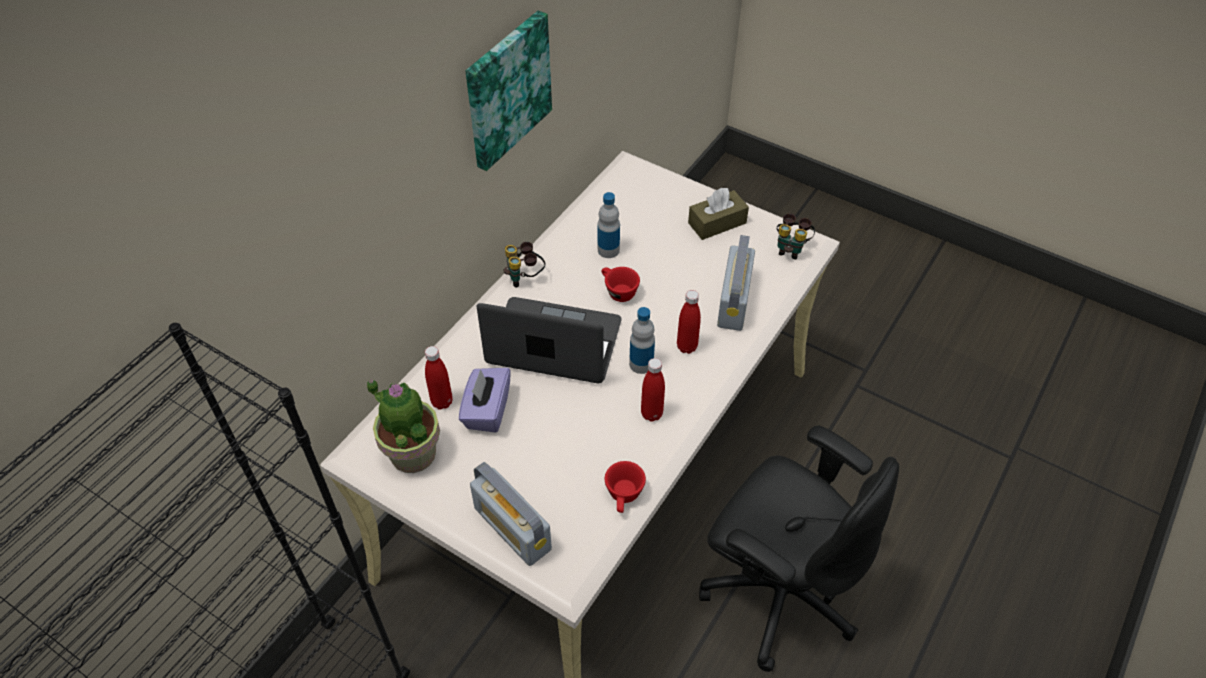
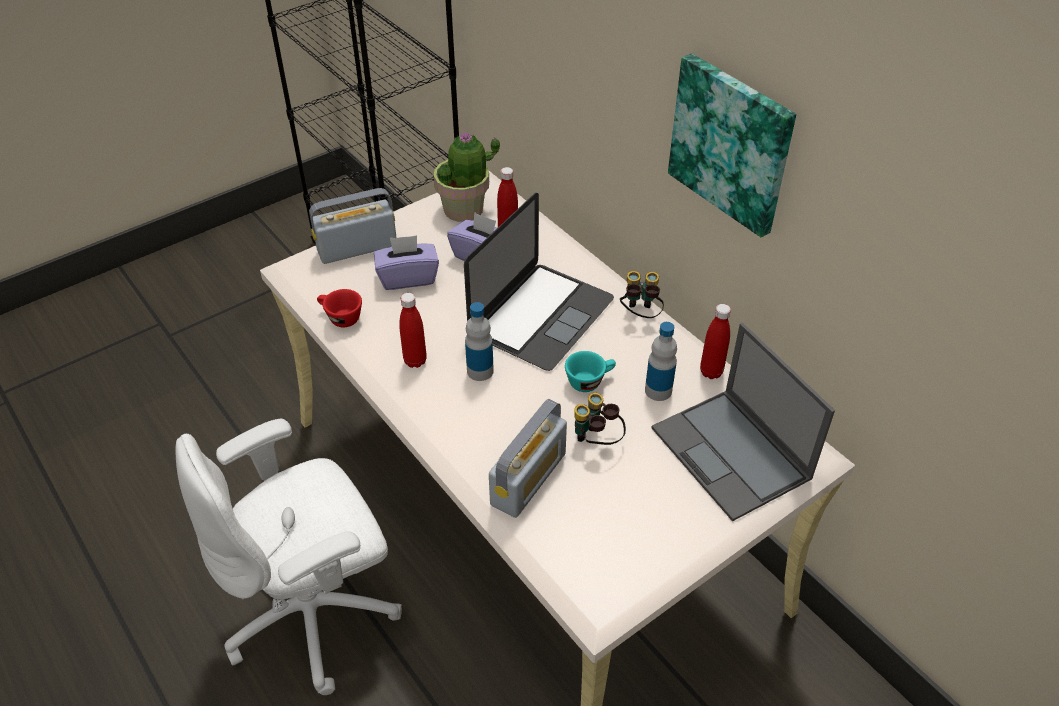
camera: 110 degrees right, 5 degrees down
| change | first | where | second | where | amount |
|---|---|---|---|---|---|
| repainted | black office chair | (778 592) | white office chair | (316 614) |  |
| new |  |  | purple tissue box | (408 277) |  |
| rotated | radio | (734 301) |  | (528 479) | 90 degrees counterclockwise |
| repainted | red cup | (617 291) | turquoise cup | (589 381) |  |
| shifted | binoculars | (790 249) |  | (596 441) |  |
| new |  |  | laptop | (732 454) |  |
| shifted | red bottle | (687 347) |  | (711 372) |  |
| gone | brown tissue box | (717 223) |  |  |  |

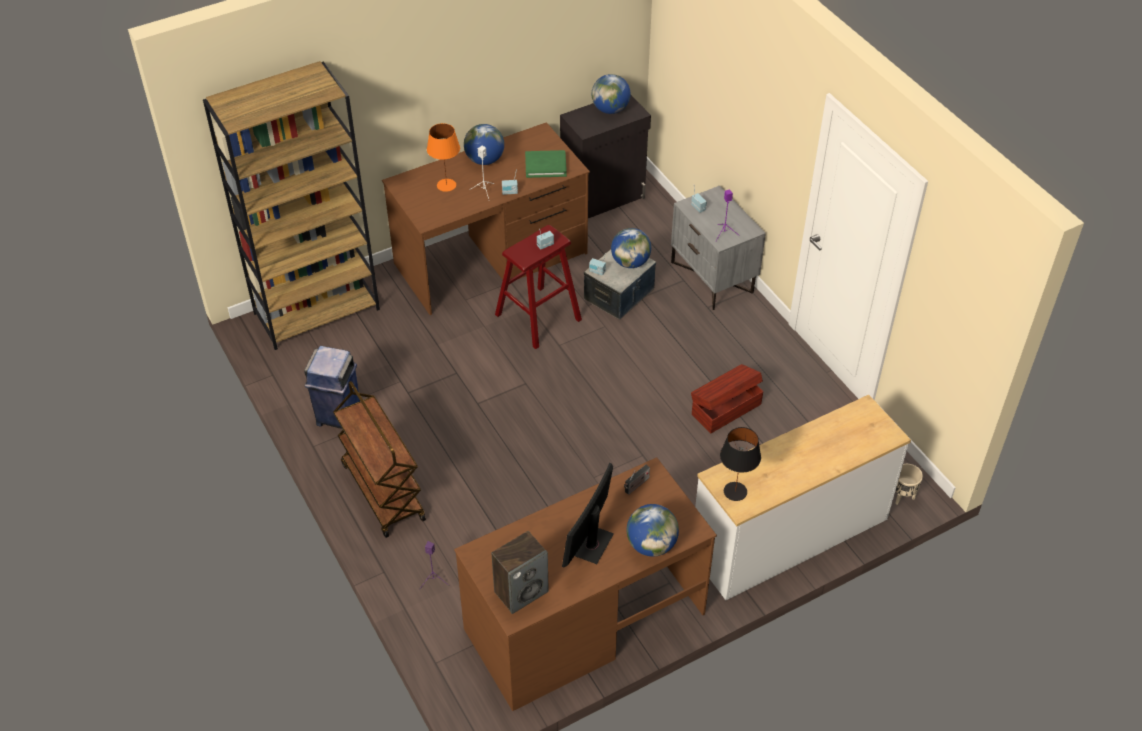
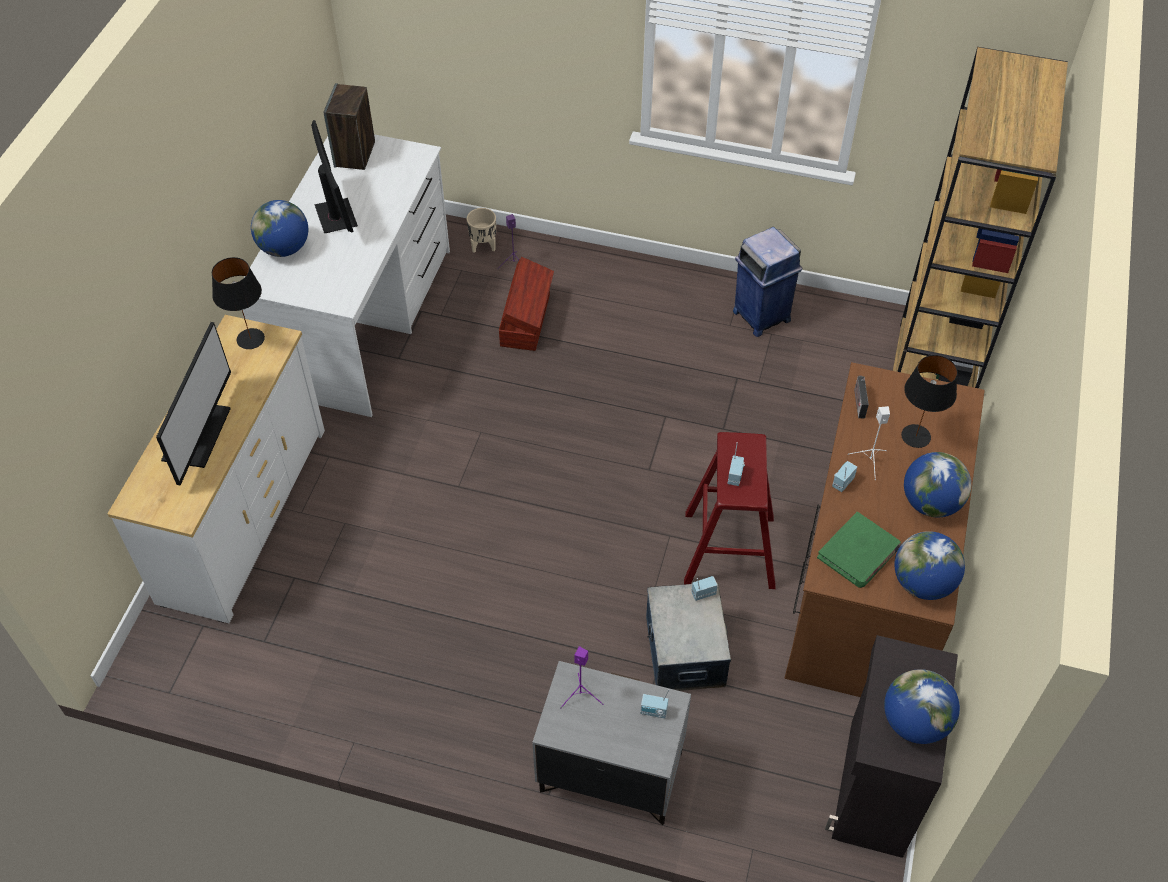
camera: 135 degrees right, 5 degrees up
| change | first | where | second | where | amount |
|---|---|---|---|---|---|
| new |  |  | monitor | (198 434) |  |
| repainted | brown desk | (584 621) | white desk | (363 319) |  |
| shifted | beige planter | (902 497) |  | (483 246) |  |
| shifted | brown storage box | (725 409) |  | (526 319) |  |
| shifted | radio | (636 486) |  | (858 402) |  |
| shifted | globe | (630 262) |  | (922 583) |  |
| repainted | orange table lamp | (446 185) | black table lamp | (915 436) |  |
| gone | brown cart | (382 491) |  |  |  |

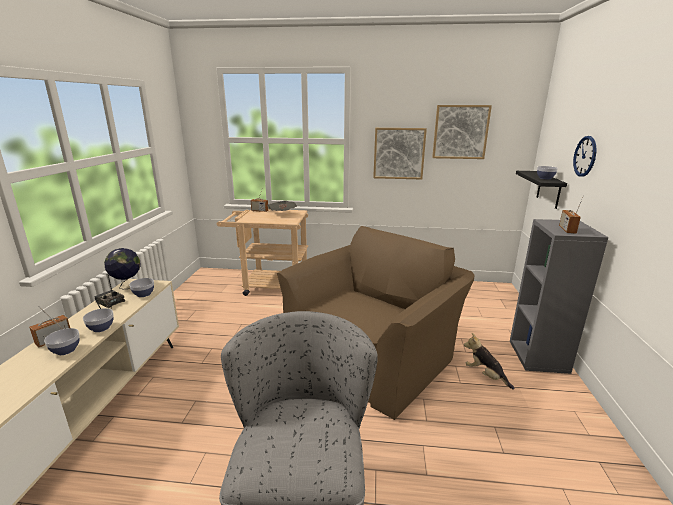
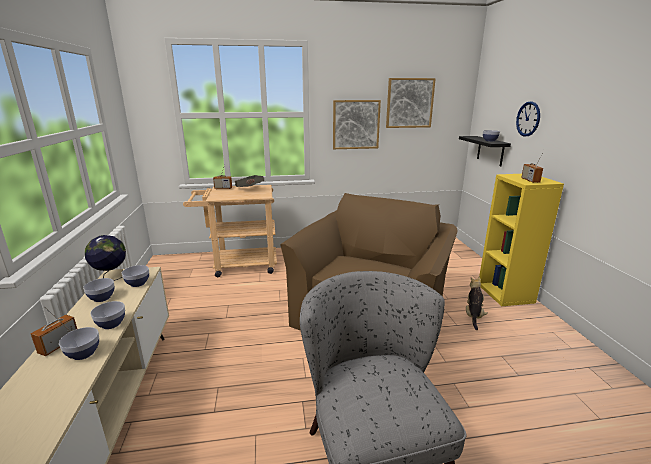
camera: 15 degrees left, 0 degrees up
| change | first | where | second | where | amount |
|---|---|---|---|---|---|
| swapped | radio | (109 303) | bowl | (102 298) |  |
| rotated | plush toy | (485 375) |  | (473 315) | 75 degrees clockwise |
| repainted | grey bookcase | (539 356) | yellow bookcase | (506 293) |  |

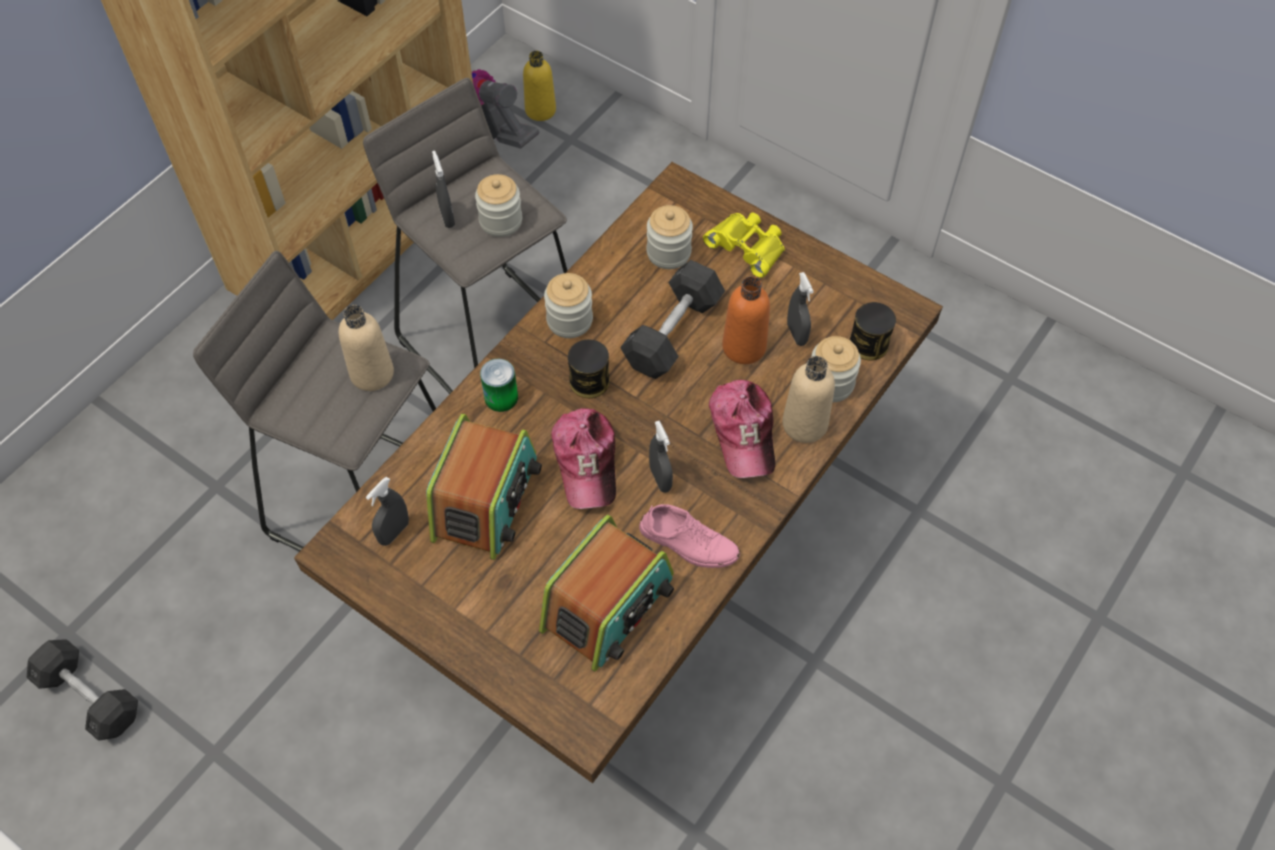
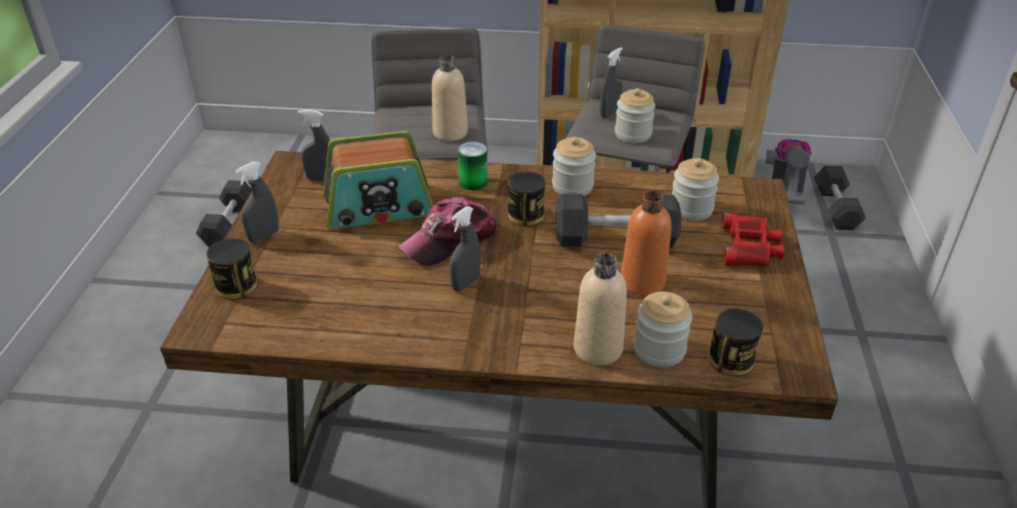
camera: 60 degrees right, 20 degrees down
| change | first | where | second | where | amount |
|---|---|---|---|---|---|
| new |  |  | can | (236 286) |  |
| shifted | grey spray bottle | (796 334) |  | (264 236) |  |
| repainted | yellow binoculars | (748 246) | red binoculars | (750 247) |  |
| swapped | yellow bottle | (540 110) | grey dumbbell | (835 208) |  |
| gone | radio | (608 604) |  |  |  |
| gone | pink shoe | (688 542) |  |  |  |
| gone | cap | (743 432) |  |  |  |

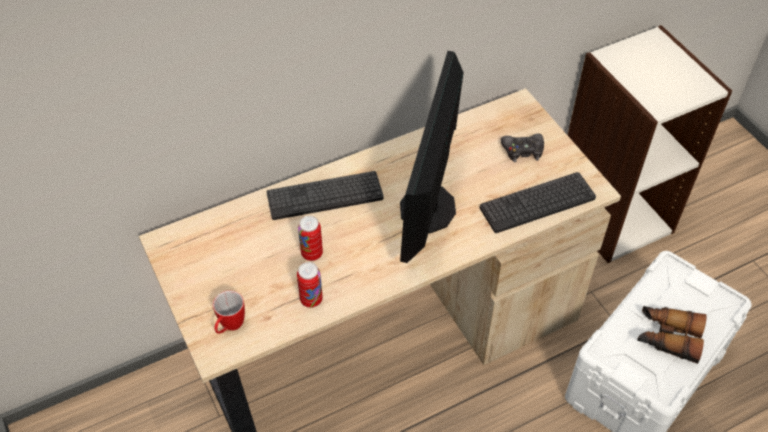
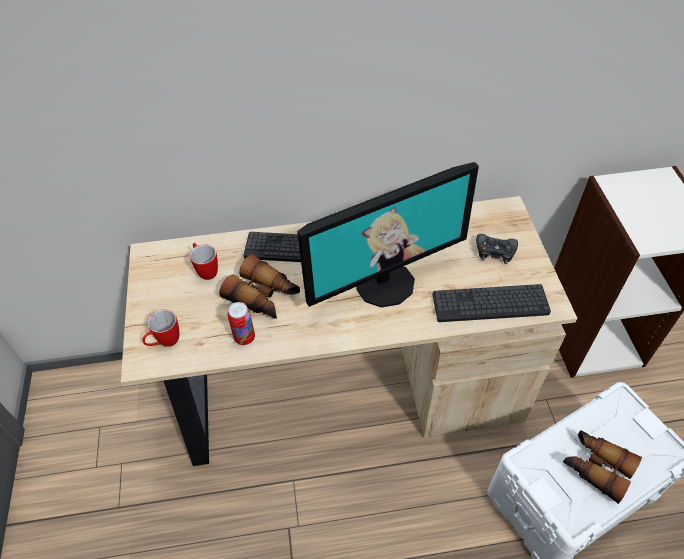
camera: 20 degrees right, 0 degrees up
| change | first | where | second | where | amount |
|---|---|---|---|---|---|
| new |  |  | mug | (206 270) |  |
| swapped | can | (312 253) | binoculars | (264 296) |  |
| rotated | monitor | (429 209) |  | (385 283) | 150 degrees counterclockwise |

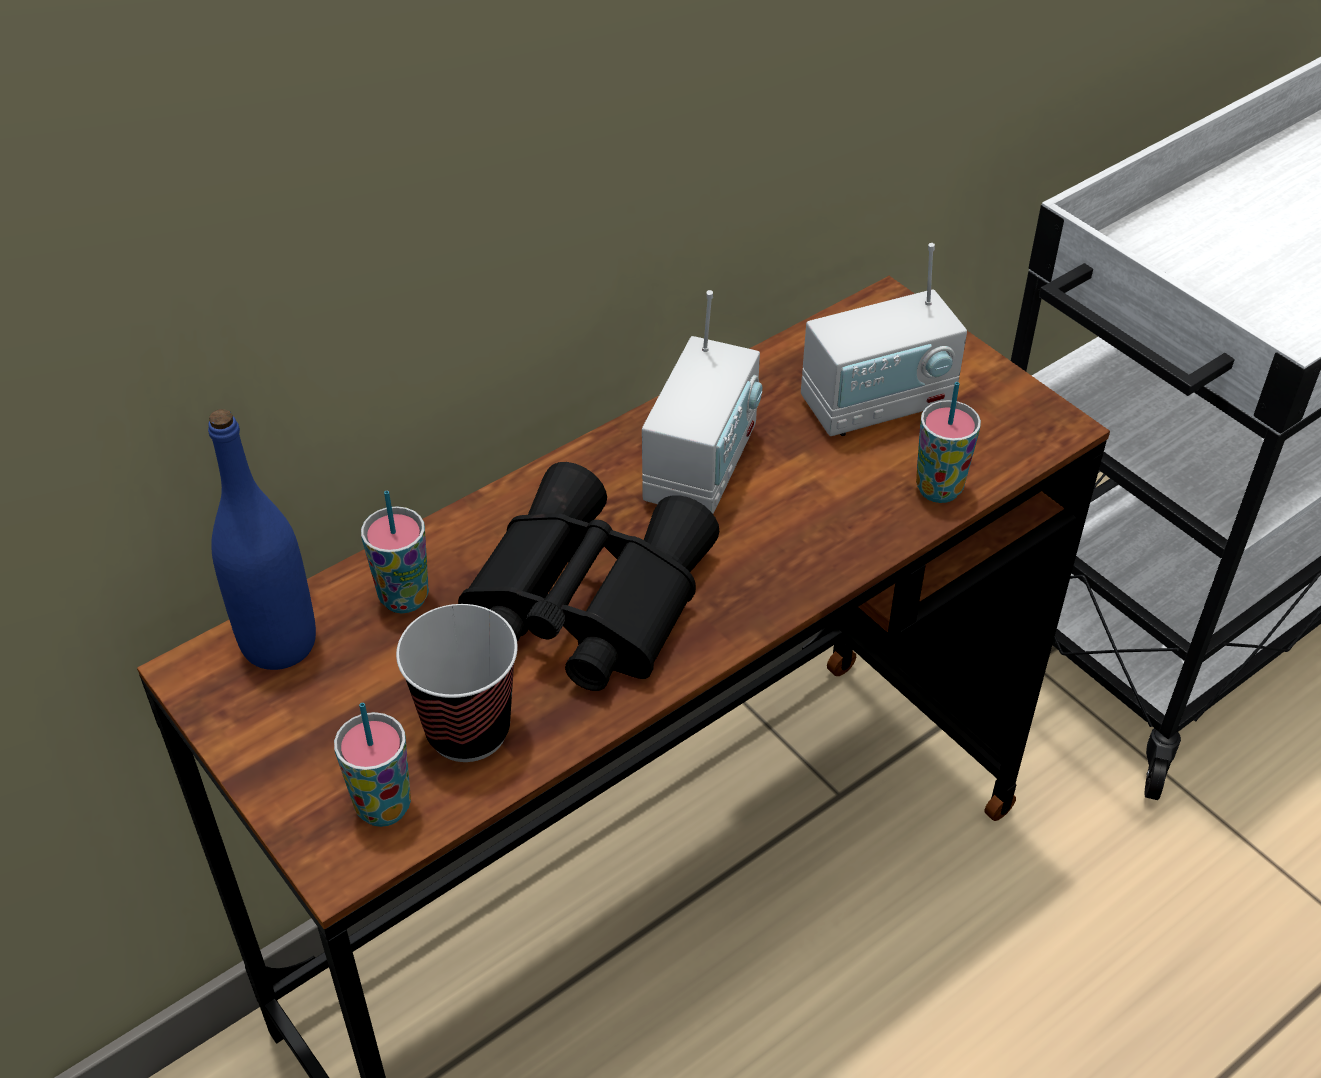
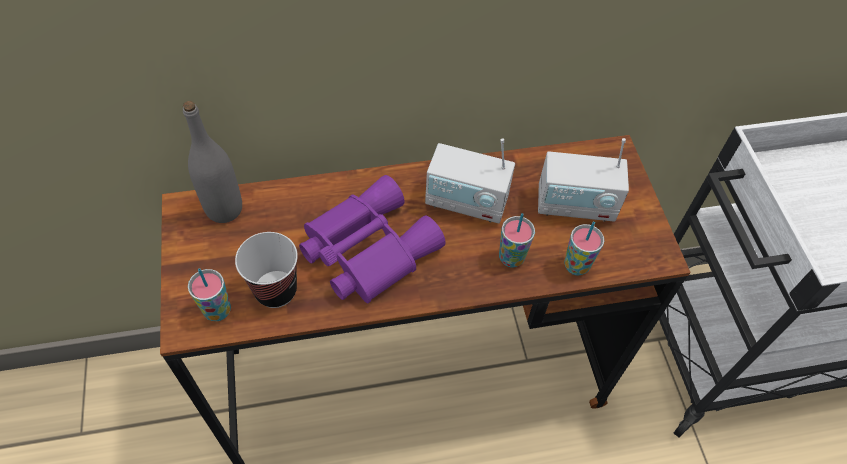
camera: 25 degrees right, 10 degrees up
| change | first | where | second | where | amount |
|---|---|---|---|---|---|
| repainted | blue bottle | (279 643) | grey bottle | (224 209) |  |
| repainted | black binoculars | (581 601) | purple binoculars | (366 248) |  |
| rotated | radio | (702 467) |  | (466 202) | 60 degrees clockwise |
| shifted | cup | (404 598) |  | (511 258) |  |

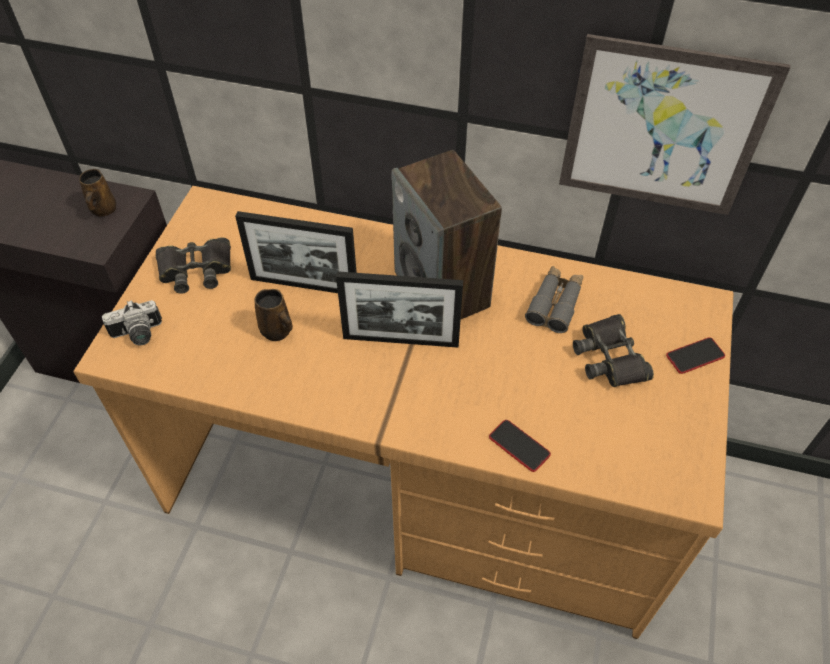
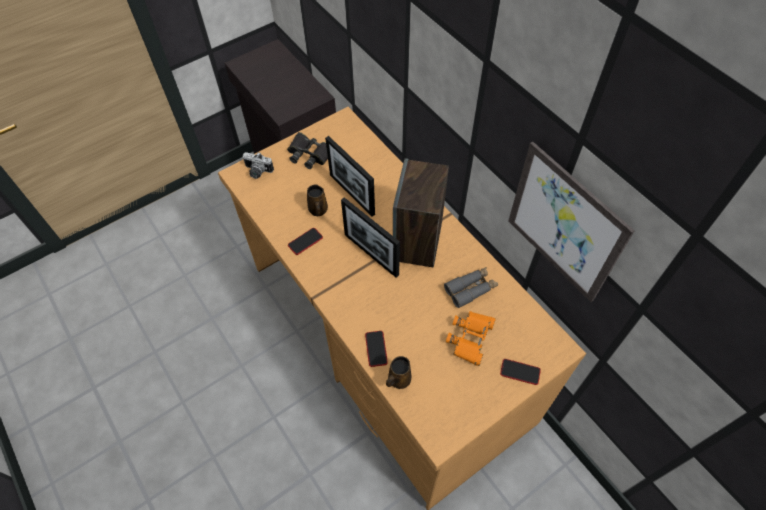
camera: 40 degrees right, 5 degrees up
| change | first | where | second | where | amount |
|---|---|---|---|---|---|
| new |  |  | phone | (305 241) |  |
| shifted | brown mug | (103 210) |  | (398 380) |  |
| repainted | black binoculars | (610 357) | orange binoculars | (470 338) |  |

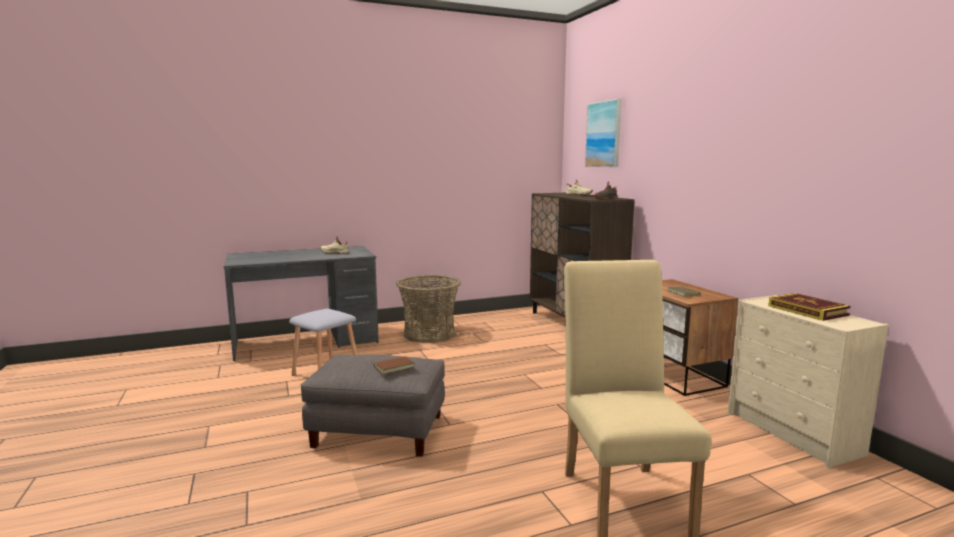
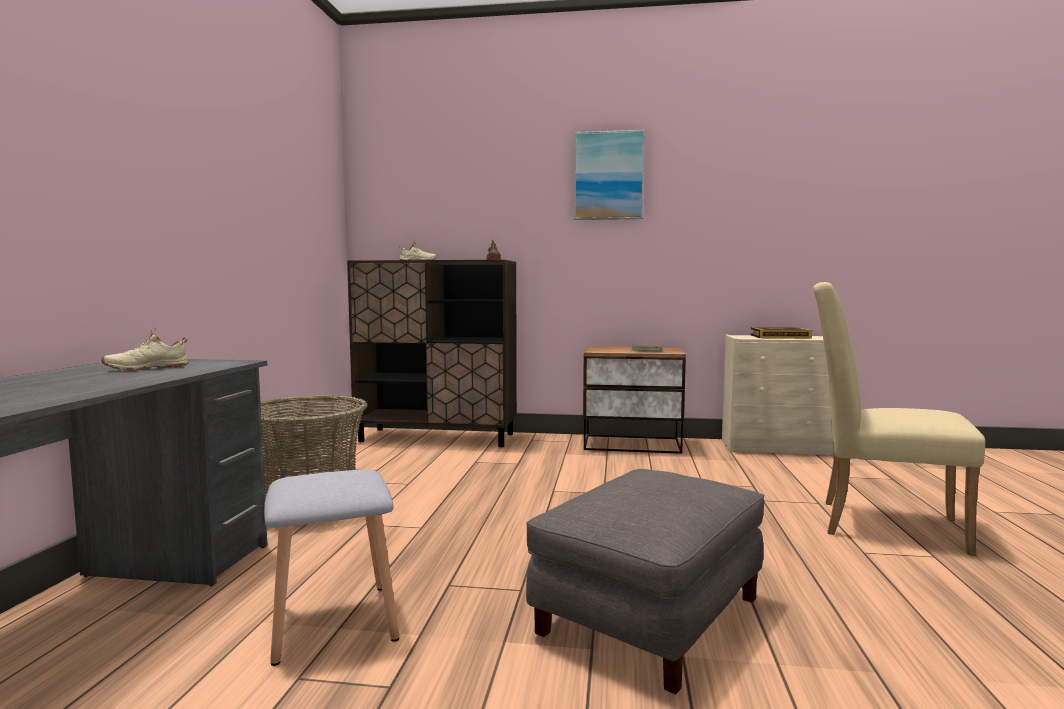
camera: 60 degrees left, 5 degrees down
| change | first | where | second | where | amount |
|---|---|---|---|---|---|
| shifted | picture | (604 134) |  | (608 176) |  |
| gone | brown book | (393 367) |  |  |  |

